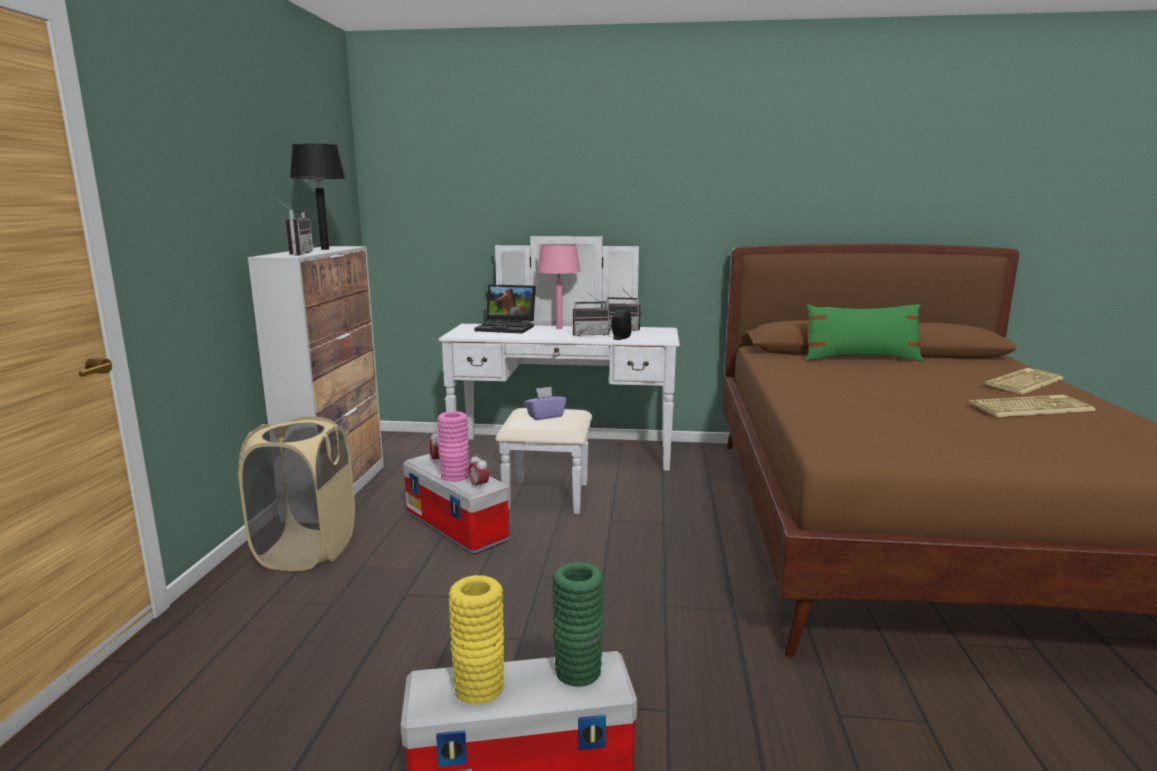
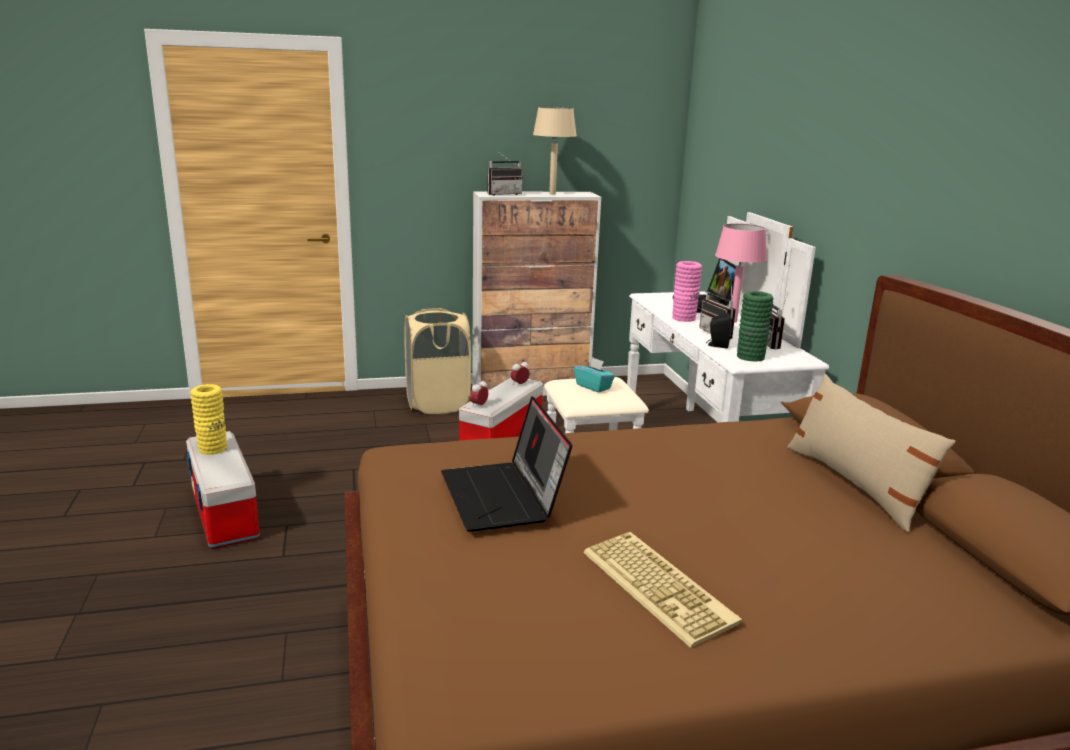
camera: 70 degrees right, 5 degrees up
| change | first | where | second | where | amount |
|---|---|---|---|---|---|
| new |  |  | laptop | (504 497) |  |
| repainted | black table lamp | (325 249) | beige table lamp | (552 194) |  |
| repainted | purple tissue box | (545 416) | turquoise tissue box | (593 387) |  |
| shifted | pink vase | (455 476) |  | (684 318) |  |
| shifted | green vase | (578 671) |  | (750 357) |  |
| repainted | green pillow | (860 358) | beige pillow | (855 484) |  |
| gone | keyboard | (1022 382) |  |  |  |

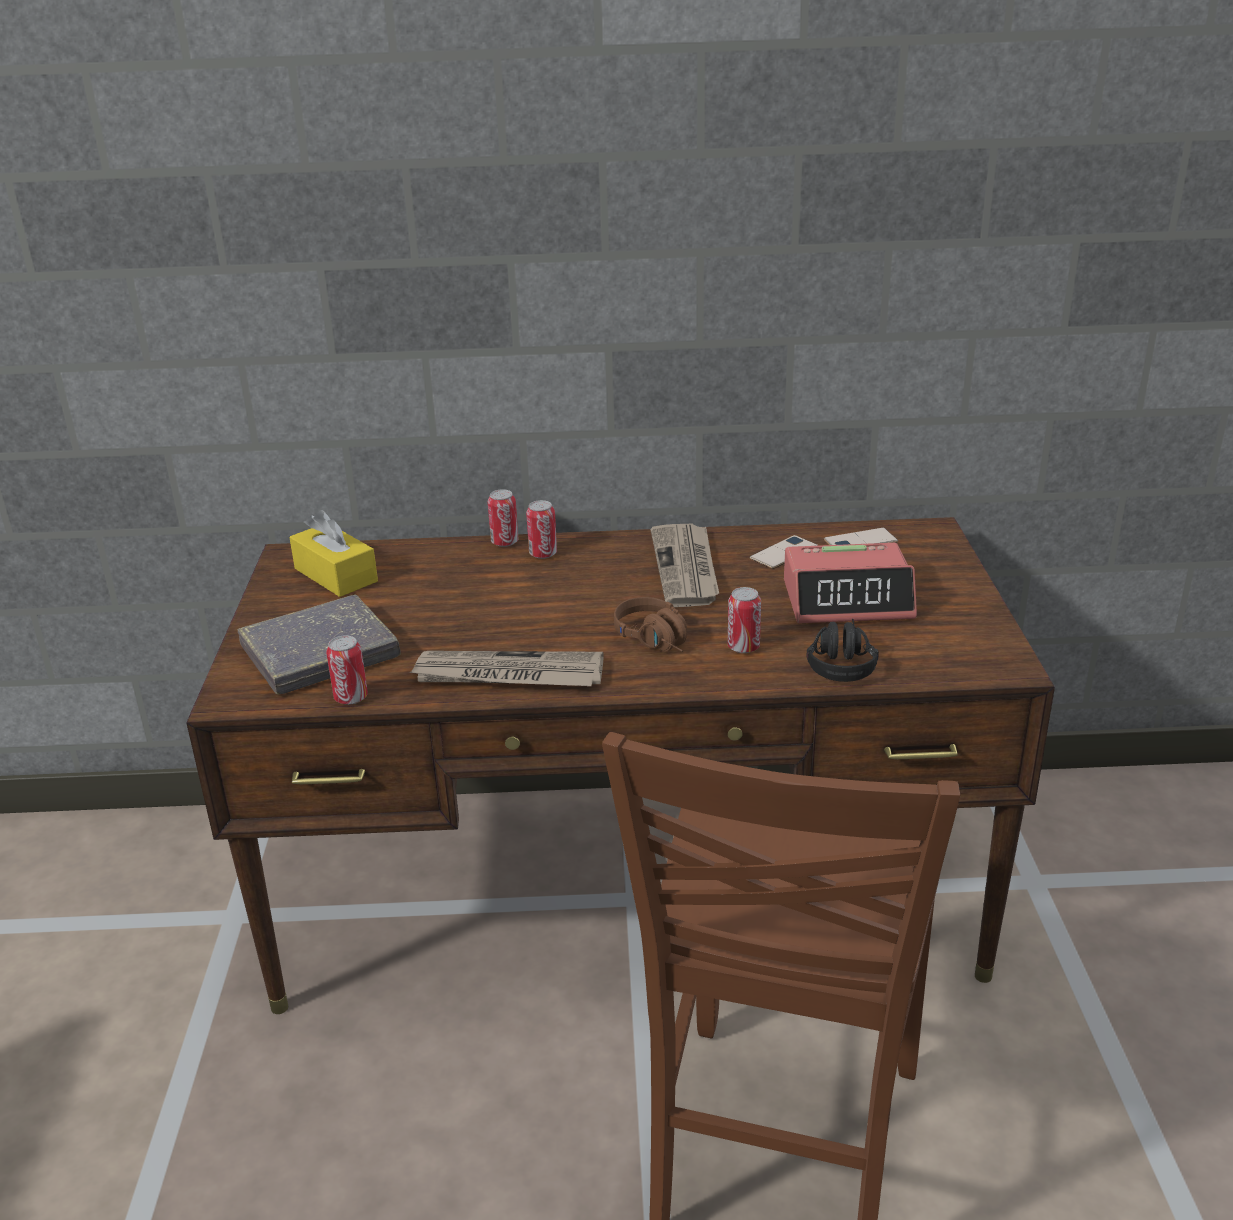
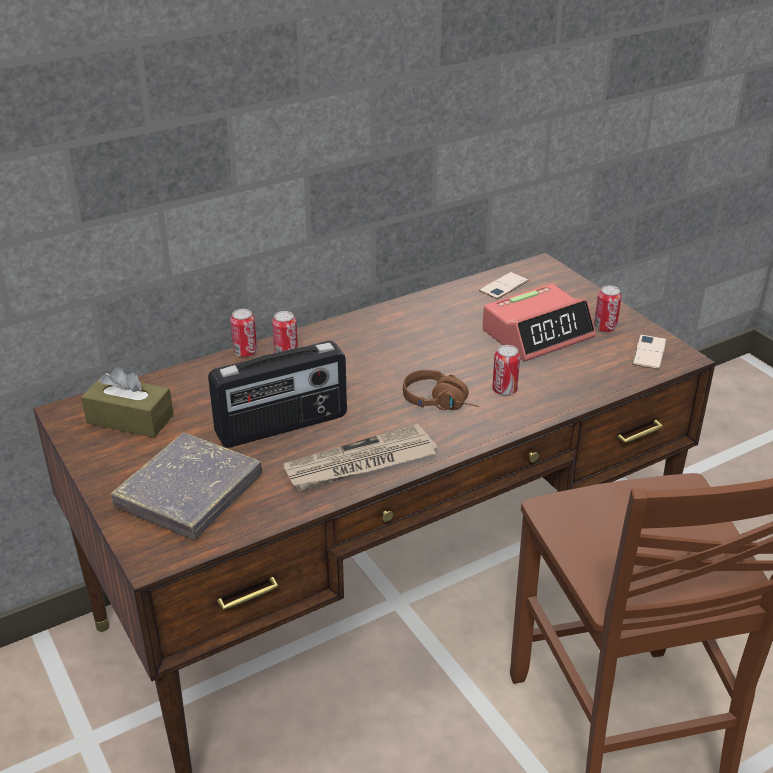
camera: 30 degrees left, 5 degrees up
| change | first | where | second | where | amount |
|---|---|---|---|---|---|
| repainted | yellow tissue box | (336 575) | brown tissue box | (130 419) |  |
| new |  |  | radio | (282 426) |  |
| shifted | can | (351 698) |  | (605 328) |  |
| shifted | phone | (783 553) |  | (649 352) |  |
| gone | newspaper | (686 568) |  |  |  |
| gone | black headphones | (840 661) |  |  |  |

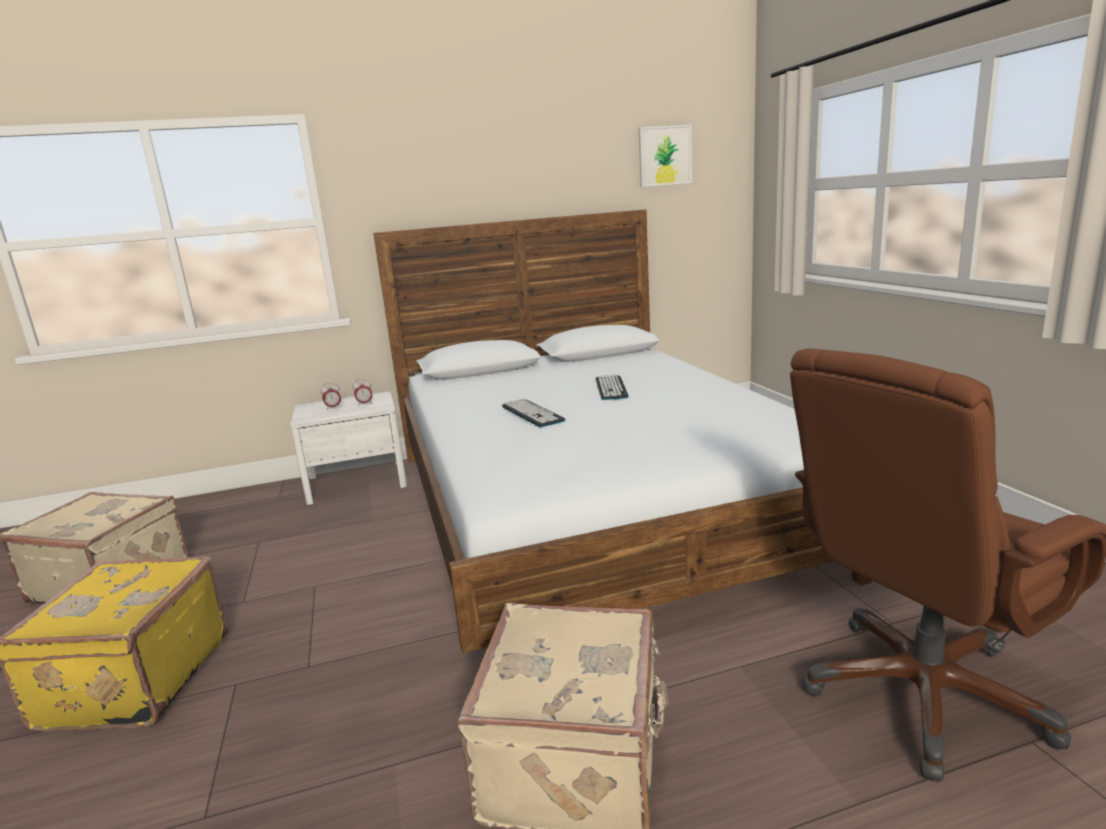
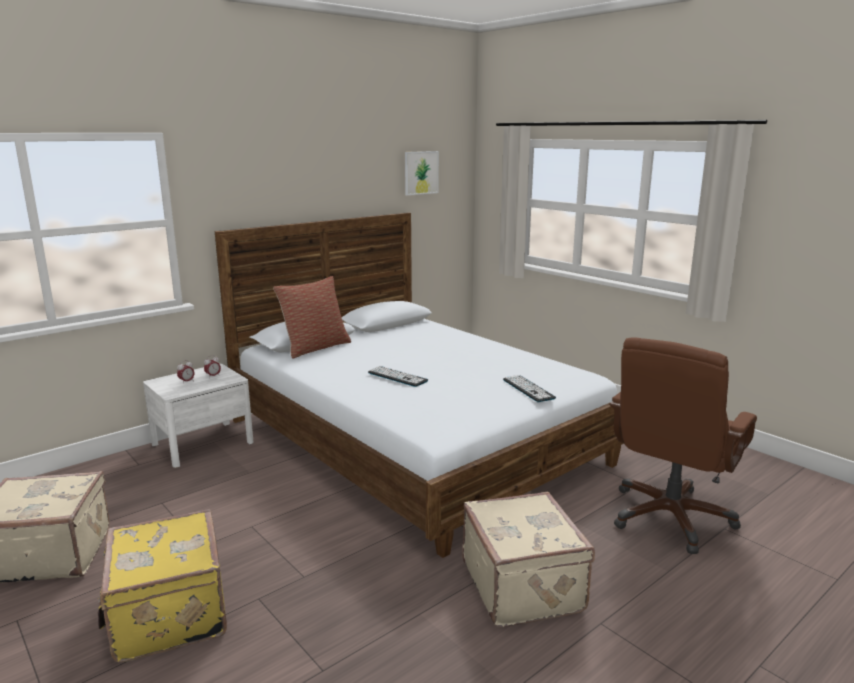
camera: 25 degrees left, 0 degrees up
| change | first | where | second | where | amount |
|---|---|---|---|---|---|
| new |  |  | pillow | (315 347) |  |
| shifted | keyboard | (611 388) |  | (528 389) |  |

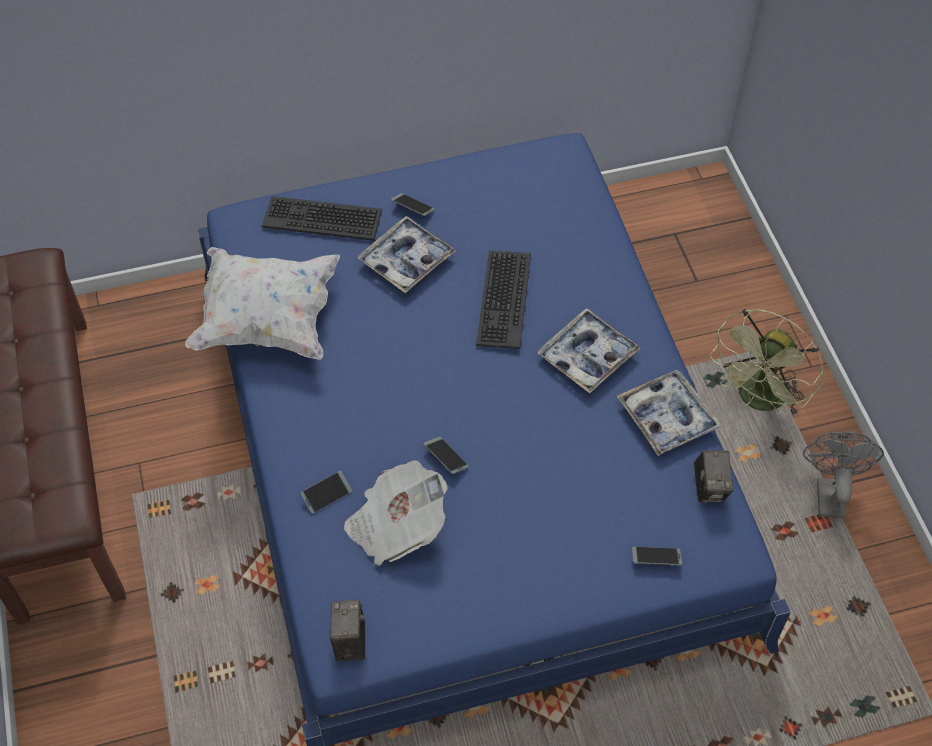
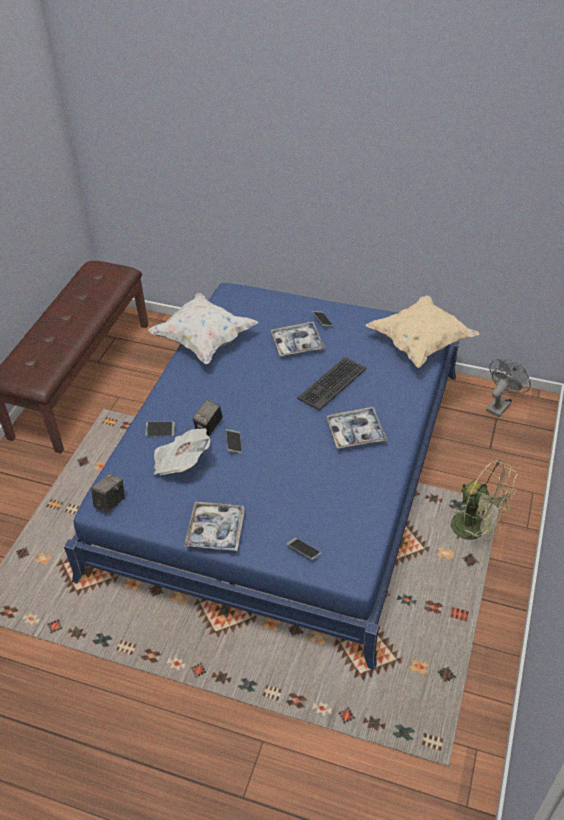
camera: 35 degrees right, 10 degrees down
| change | first | where | second | where | amount |
|---|---|---|---|---|---|
| shifted | tray | (667 417) |  | (216 530) |  |
| shifted | photo camera | (710 487) |  | (209 427) |  |
| new |  |  | beige pillow | (420 343) |  |
| rotated | green fan | (758 401) |  | (476 529) | 120 degrees counterclockwise |
| shifted | grey fan | (829 492) |  | (500 404) |  |
| gone | keyboard | (322 218) |  |  |  |

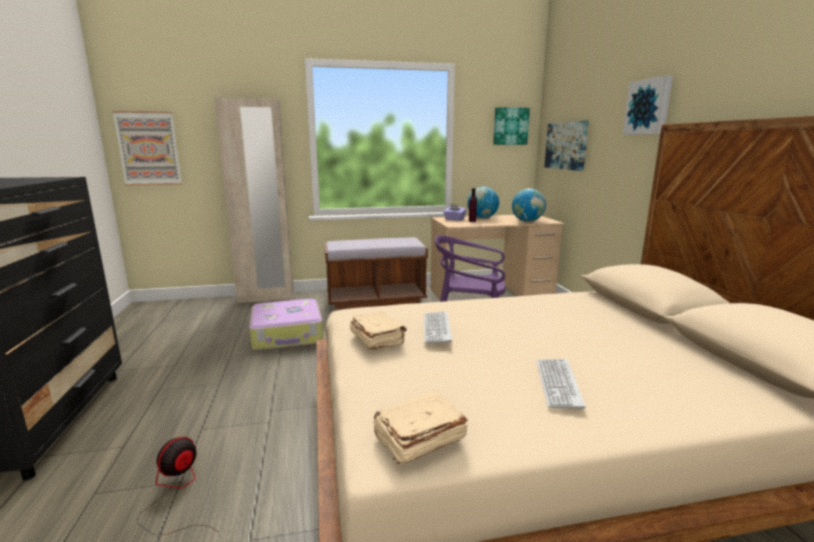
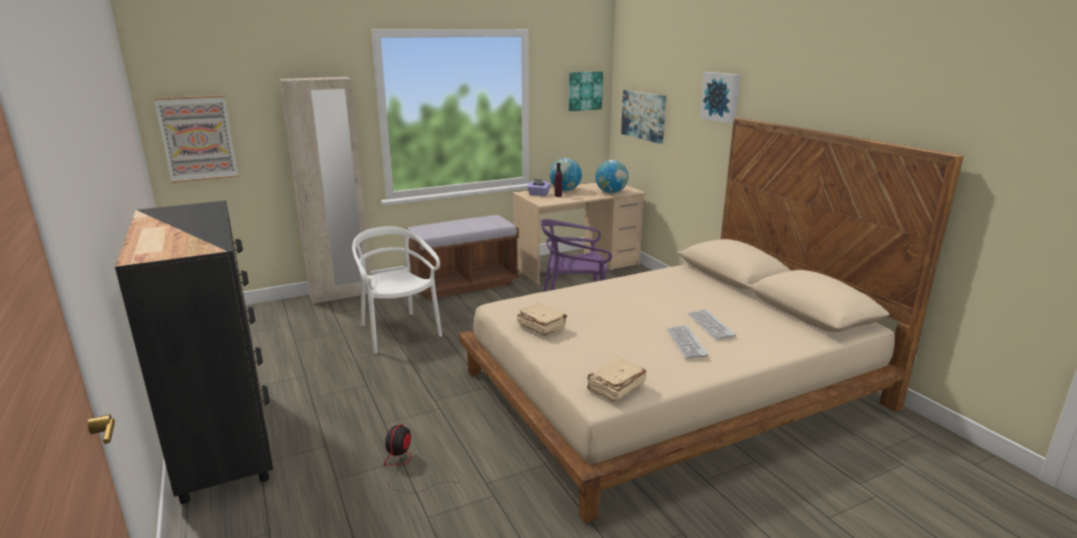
camera: 15 degrees left, 5 degrees up
| change | first | where | second | where | amount |
|---|---|---|---|---|---|
| swapped | suitcase | (288 335) | white chair | (398 332) |  |
| shifted | keyboard | (436 328) |  | (710 325) |  |

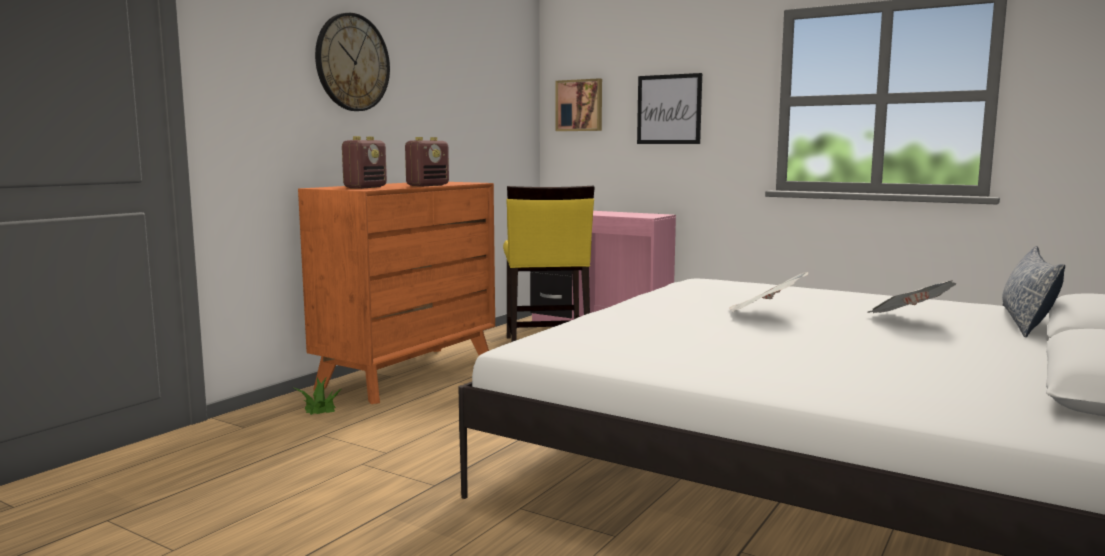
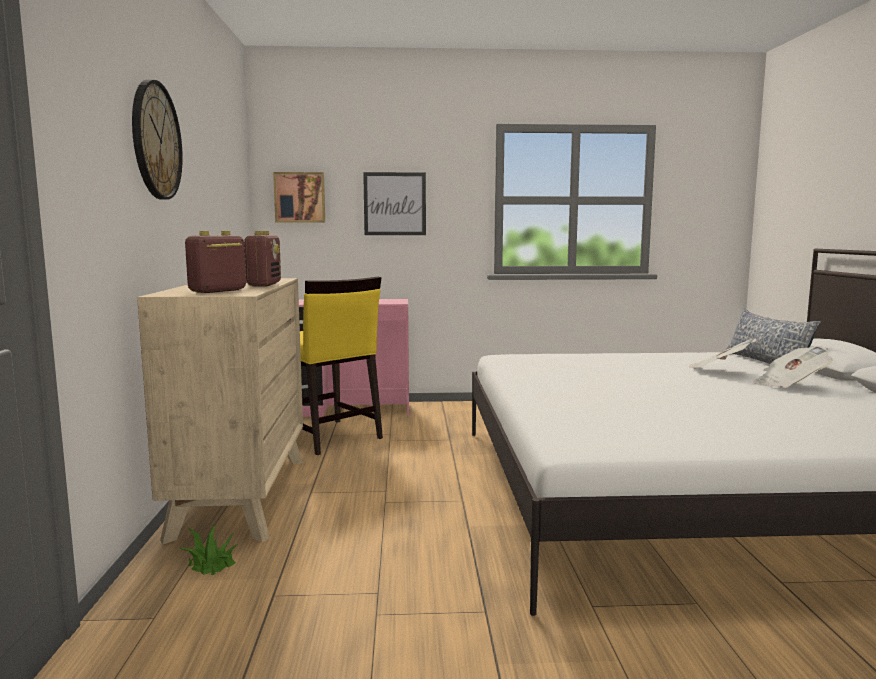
camera: 35 degrees left, 0 degrees up
| change | first | where | second | where | amount |
|---|---|---|---|---|---|
| repainted | orange dresser | (408 373) | beige dresser | (241 496) |  |
| rotated | radio | (365 187) |  | (217 291) | 135 degrees counterclockwise |
| shifted | newspaper | (764 313) |  | (789 384) |  |

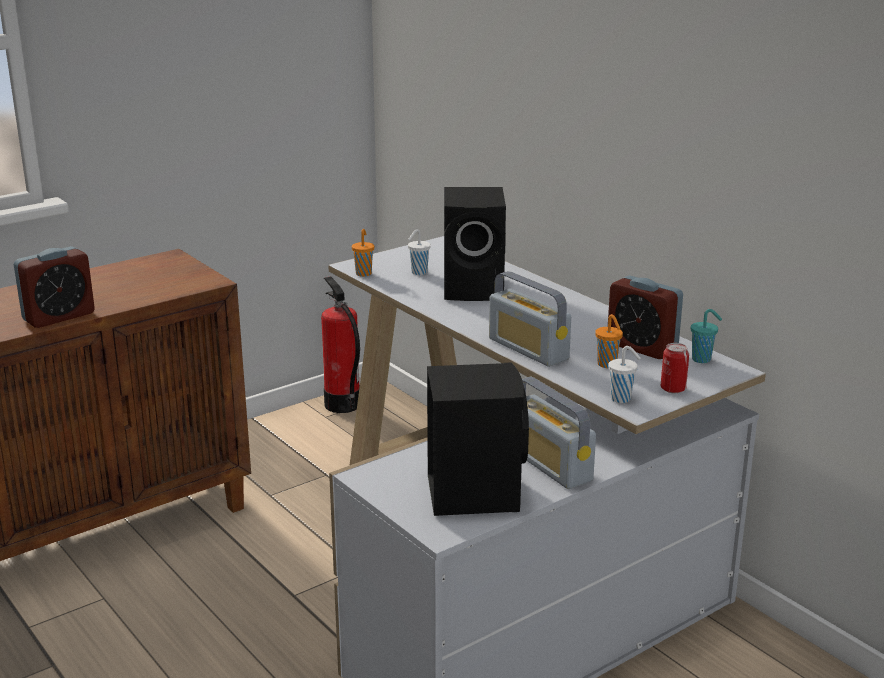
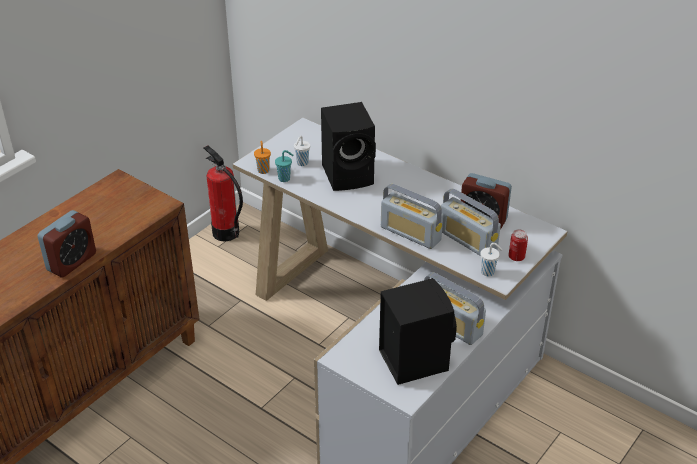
camera: 15 degrees left, 15 degrees up
| change | first | where | second | where | amount |
|---|---|---|---|---|---|
| shifted | turquoise cup | (702 359) |  | (285 179) |  |
| swapped | orange cup | (607 365) | radio | (467 240) |  |

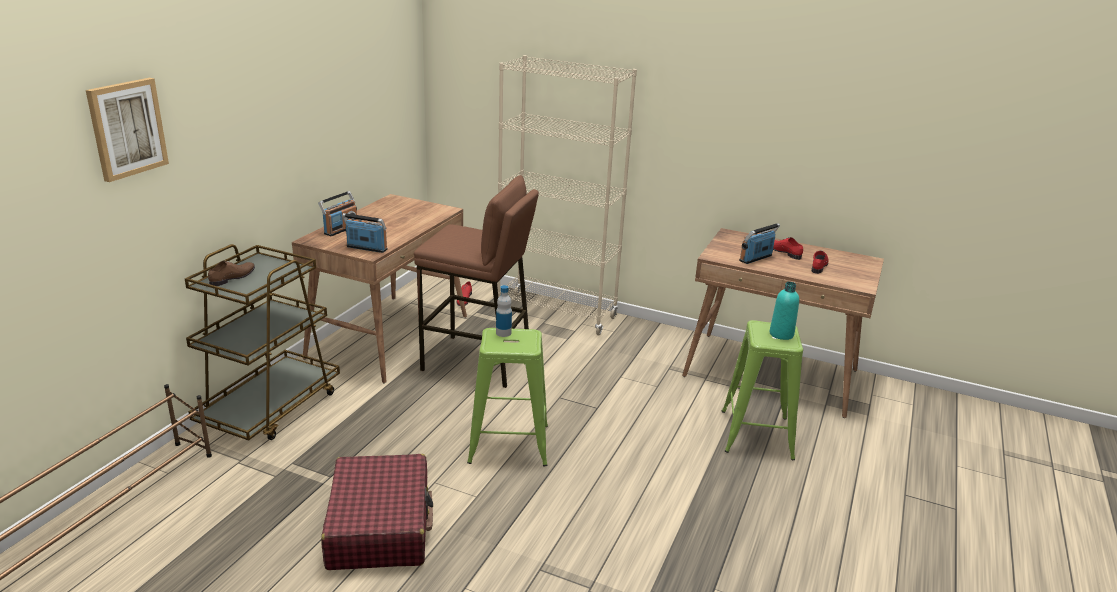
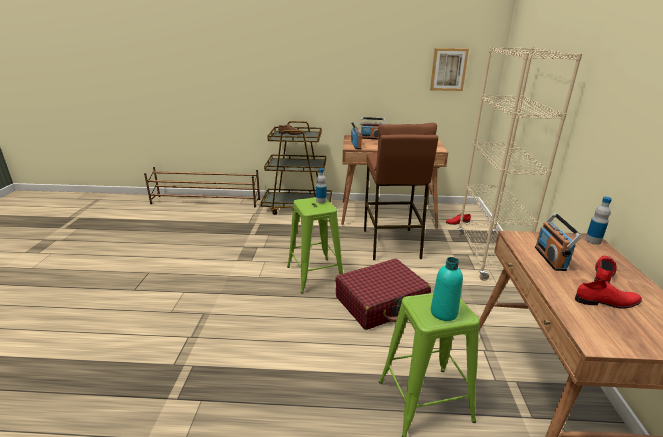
camera: 70 degrees right, 0 degrees up
| change | first | where | second | where | amount |
|---|---|---|---|---|---|
| shifted | red suitcase | (380 526) |  | (381 303) |  |
| shifted | picture | (127 128) |  | (448 69) |  |
| rotated | radio | (756 258) |  | (550 258) | 120 degrees counterclockwise |
| new |  |  | bottle | (593 241) |  |

